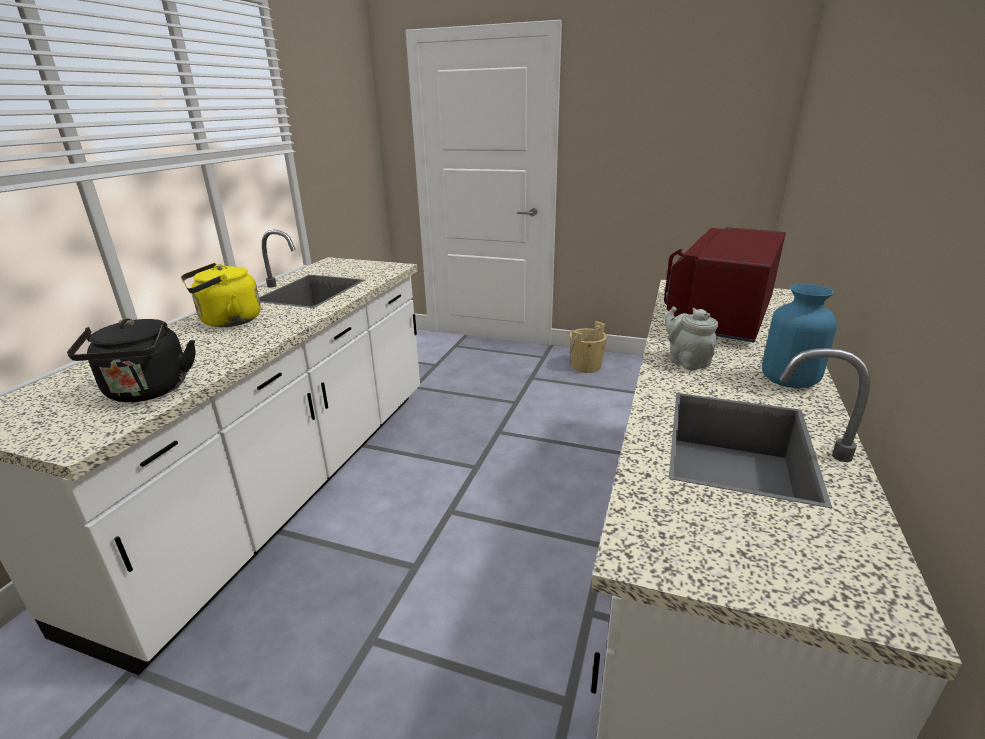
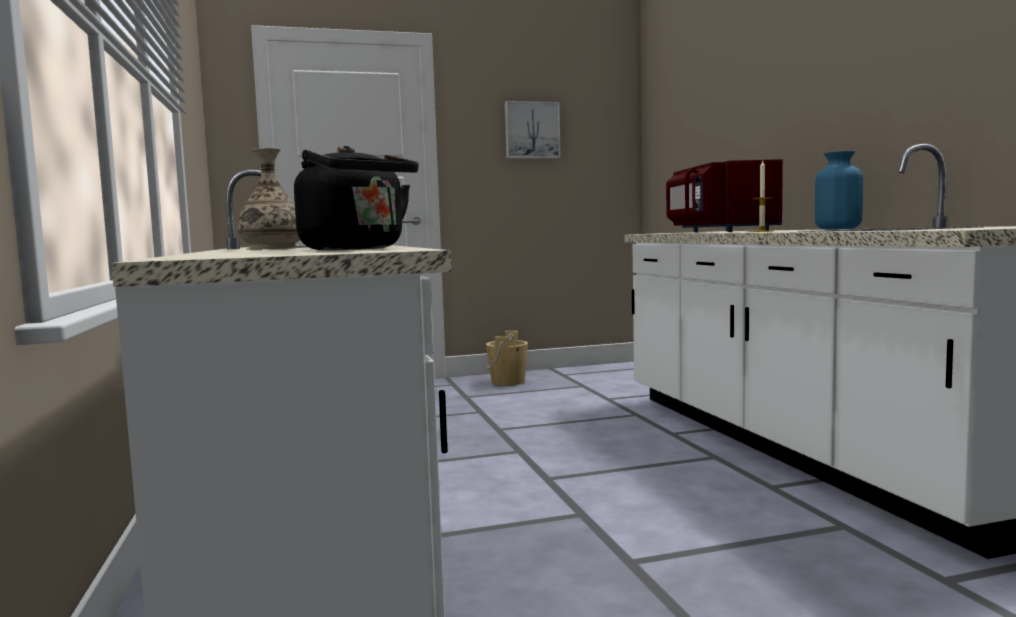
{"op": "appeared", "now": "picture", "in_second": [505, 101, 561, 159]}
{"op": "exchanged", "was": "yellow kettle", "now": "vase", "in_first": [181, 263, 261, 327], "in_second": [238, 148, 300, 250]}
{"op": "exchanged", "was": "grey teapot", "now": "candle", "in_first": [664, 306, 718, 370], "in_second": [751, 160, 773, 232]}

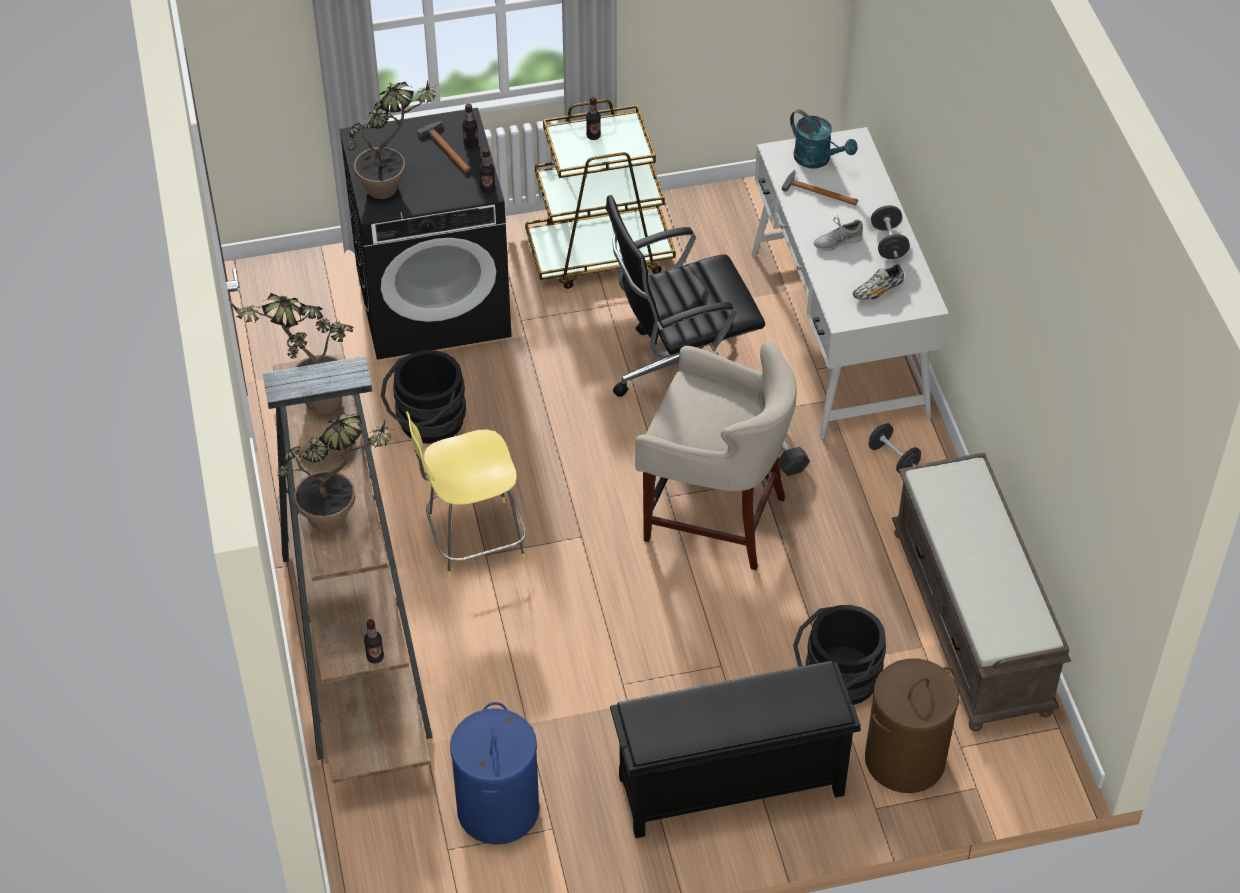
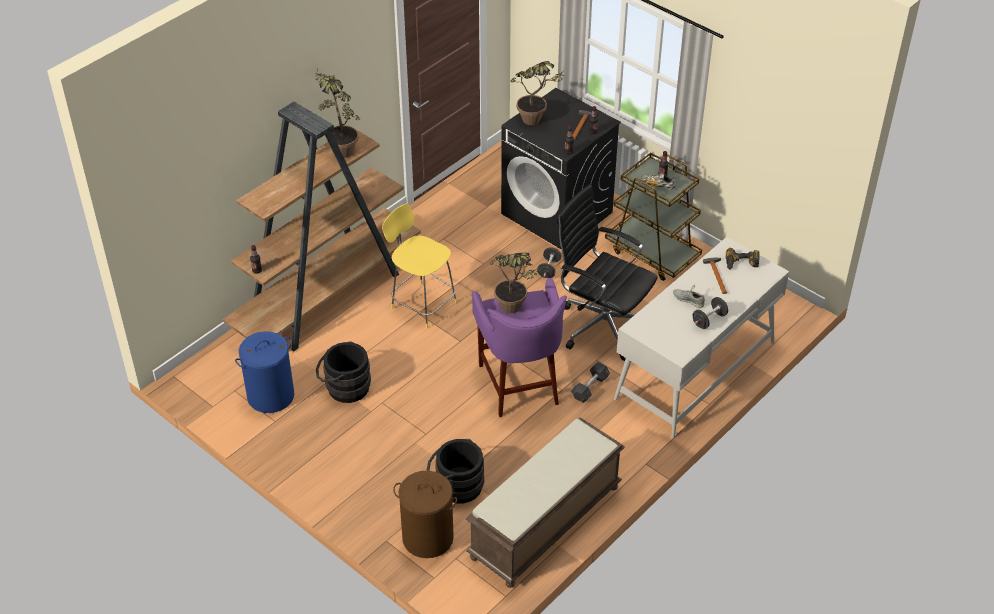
{"op": "missing", "was": "black shoe rack", "in_first": [610, 661, 861, 838]}
{"op": "relocated", "was": "potted plant", "in_first": [278, 411, 391, 532], "in_second": [490, 253, 537, 313]}
{"op": "relocated", "was": "black bucket", "in_first": [381, 350, 466, 444], "in_second": [316, 341, 371, 403]}
{"op": "relocated", "was": "shoe", "in_first": [853, 264, 904, 300], "in_second": [641, 173, 675, 190]}
{"op": "relocated", "was": "black dumbbell", "in_first": [868, 423, 921, 474], "in_second": [537, 248, 561, 278]}
{"op": "exchanged", "was": "turquoise watering can", "now": "power drill", "in_first": [790, 110, 857, 168], "in_second": [726, 248, 760, 270]}
{"op": "colour", "was": "beige stool", "now": "purple stool", "in_first": [635, 341, 797, 571], "in_second": [472, 278, 567, 417]}

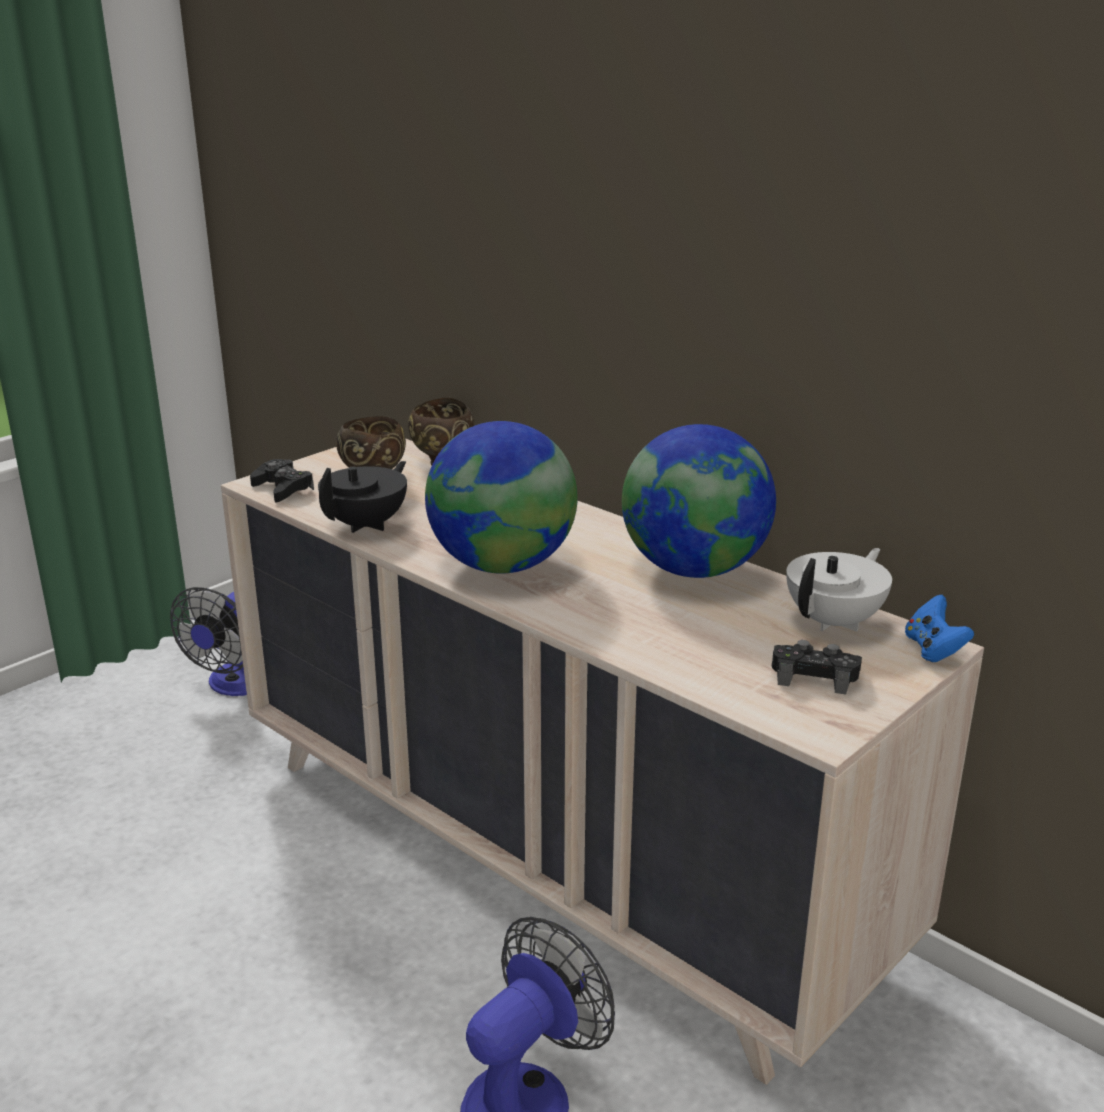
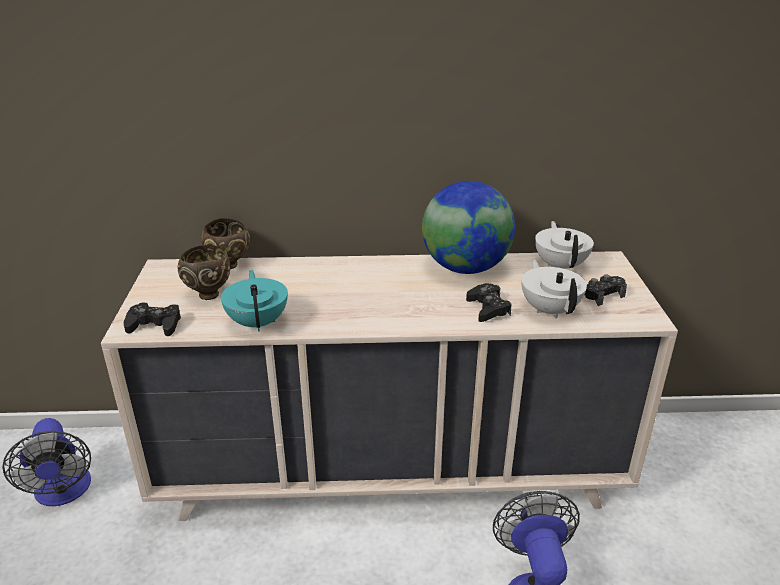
{"op": "missing", "was": "globe", "in_first": [425, 421, 578, 574]}
{"op": "missing", "was": "blue game controller", "in_first": [905, 595, 974, 662]}
{"op": "appeared", "now": "black game controller", "in_second": [466, 283, 511, 322]}
{"op": "appeared", "now": "white teapot", "in_second": [521, 259, 587, 318]}
{"op": "colour", "was": "black teapot", "now": "turquoise teapot", "in_first": [318, 461, 407, 533], "in_second": [221, 270, 288, 332]}

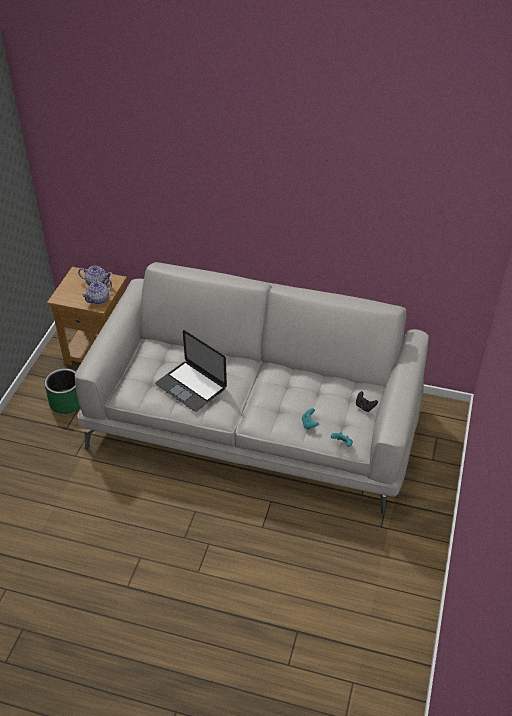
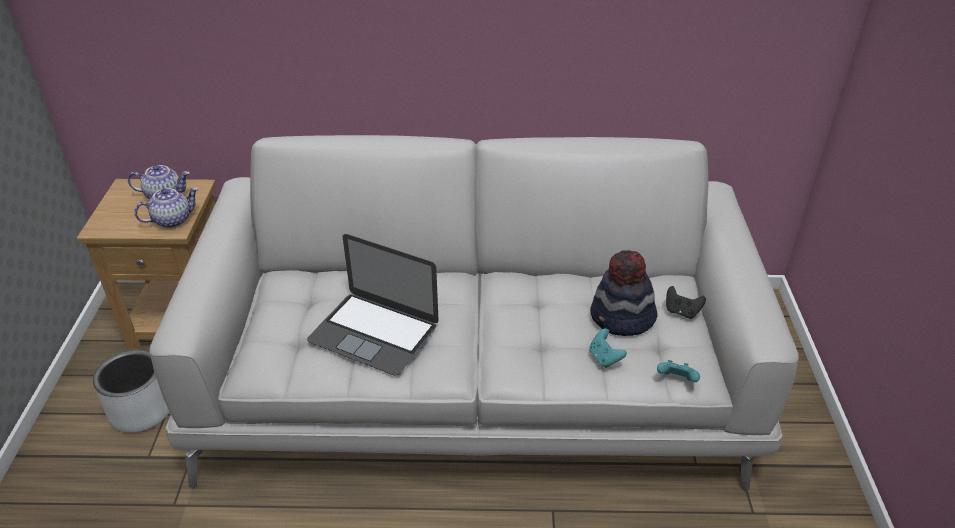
{"op": "appeared", "now": "hat", "in_second": [590, 250, 657, 336]}
{"op": "colour", "was": "green planter", "now": "grey planter", "in_first": [44, 368, 80, 414], "in_second": [93, 350, 169, 432]}
{"op": "spun", "was": "teapot", "in_first": [82, 279, 112, 304], "in_second": [134, 187, 199, 228], "clockwise": -150}

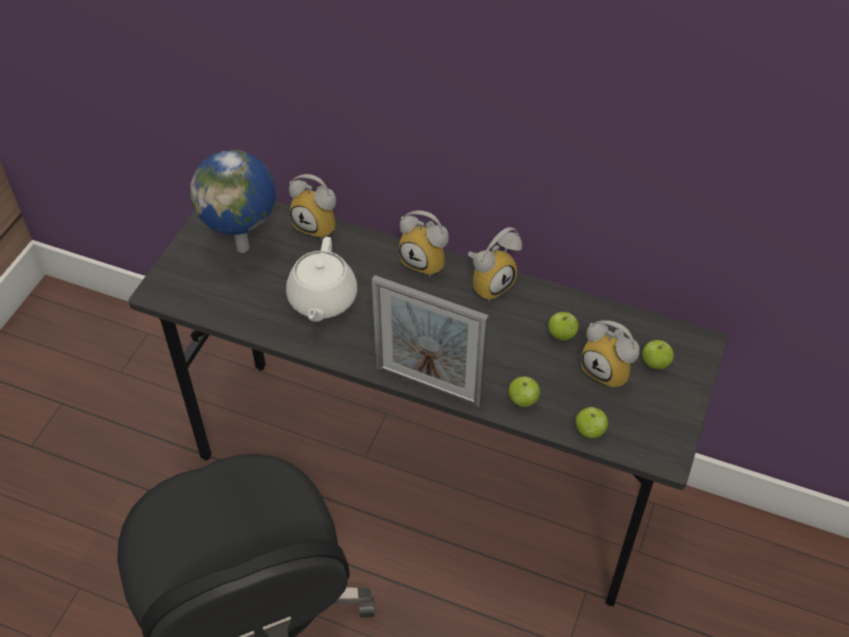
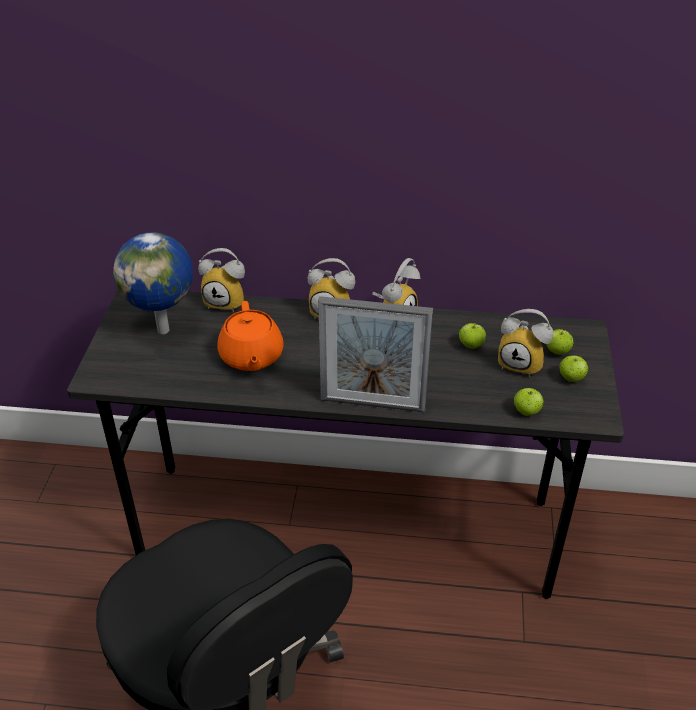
{"op": "relocated", "was": "apple", "in_first": [508, 376, 540, 407], "in_second": [559, 355, 588, 382]}
{"op": "colour", "was": "white teapot", "now": "orange teapot", "in_first": [286, 237, 357, 322], "in_second": [217, 301, 283, 371]}

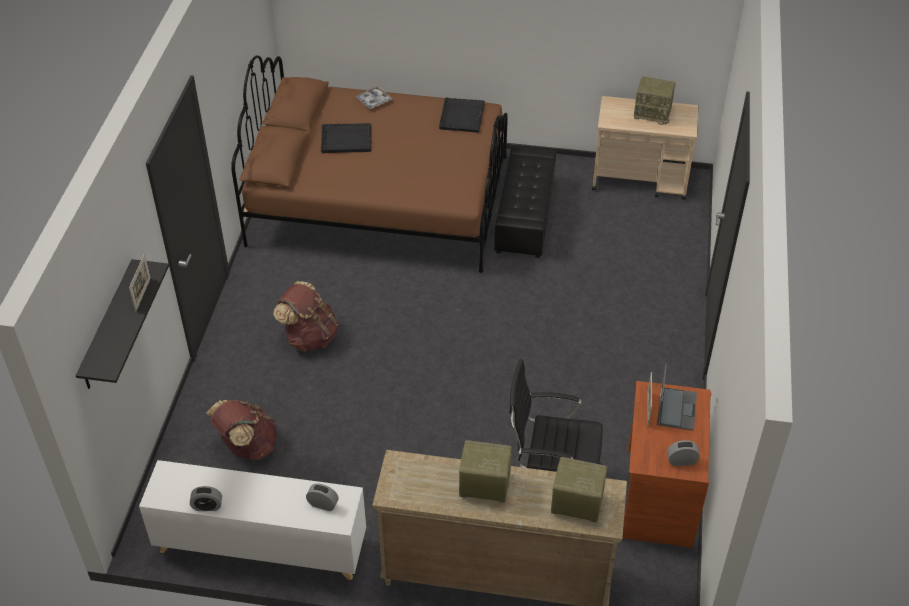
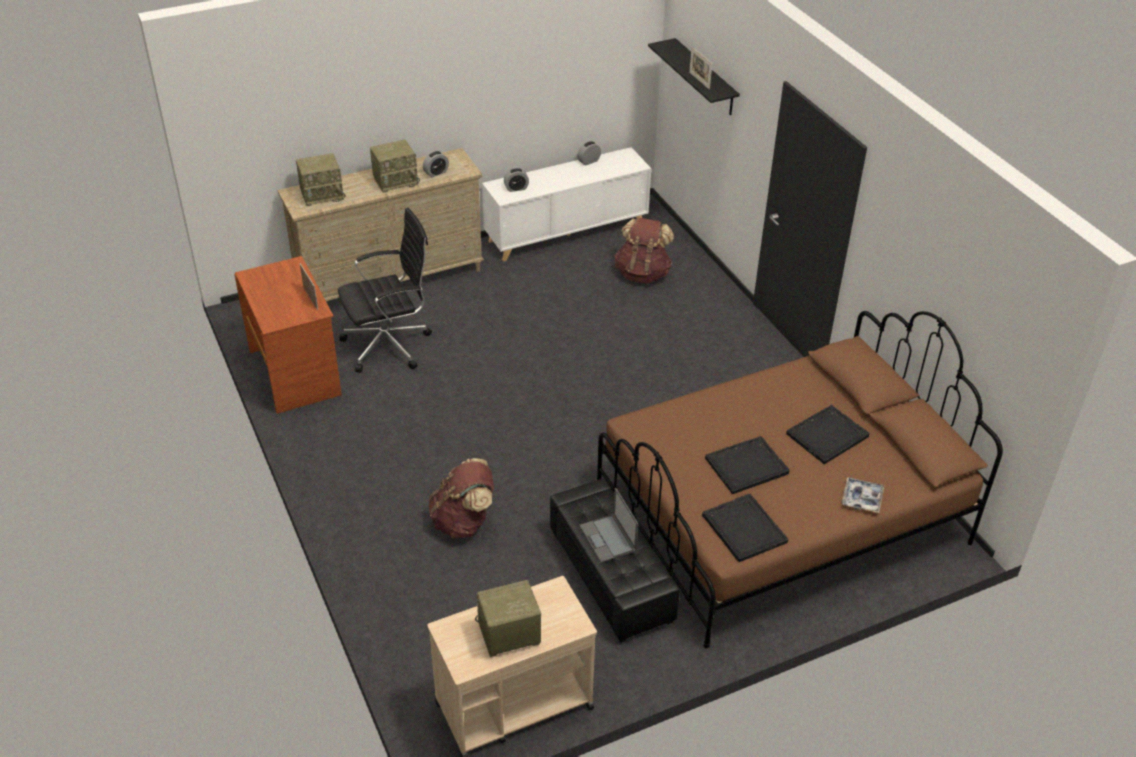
{"op": "appeared", "now": "black tray", "in_second": [705, 436, 790, 494]}
{"op": "relocated", "was": "brown backpack", "in_first": [273, 281, 338, 352], "in_second": [429, 458, 494, 538]}
{"op": "relocated", "was": "laptop", "in_first": [657, 364, 697, 431], "in_second": [579, 488, 639, 563]}
{"op": "relocated", "was": "alarm clock", "in_first": [667, 440, 700, 466], "in_second": [423, 151, 449, 178]}

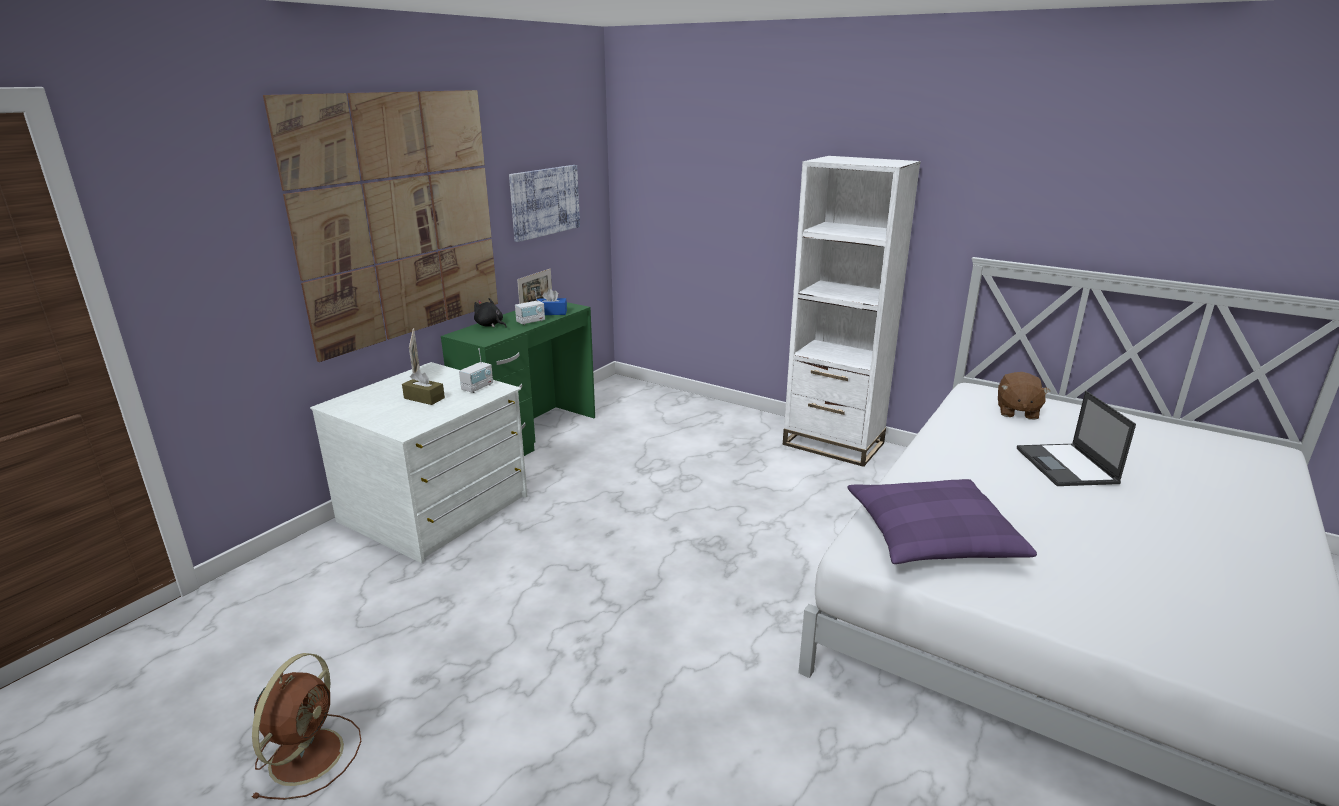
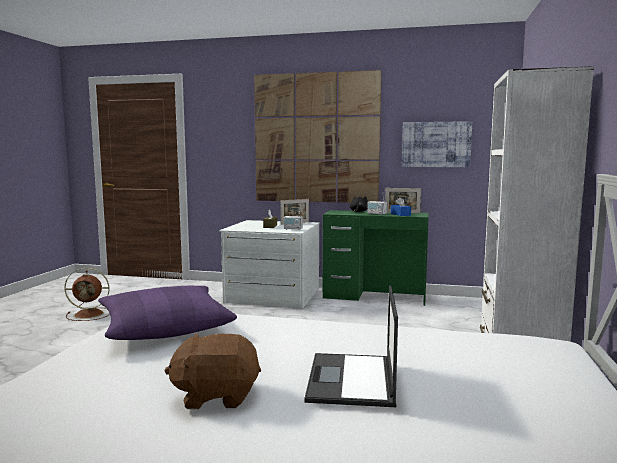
{"op": "relocated", "was": "brown plush toy", "in_first": [998, 372, 1050, 420], "in_second": [164, 334, 261, 409]}
{"op": "spun", "was": "laptop", "in_first": [1017, 390, 1136, 486], "in_second": [304, 285, 398, 407], "clockwise": -60}

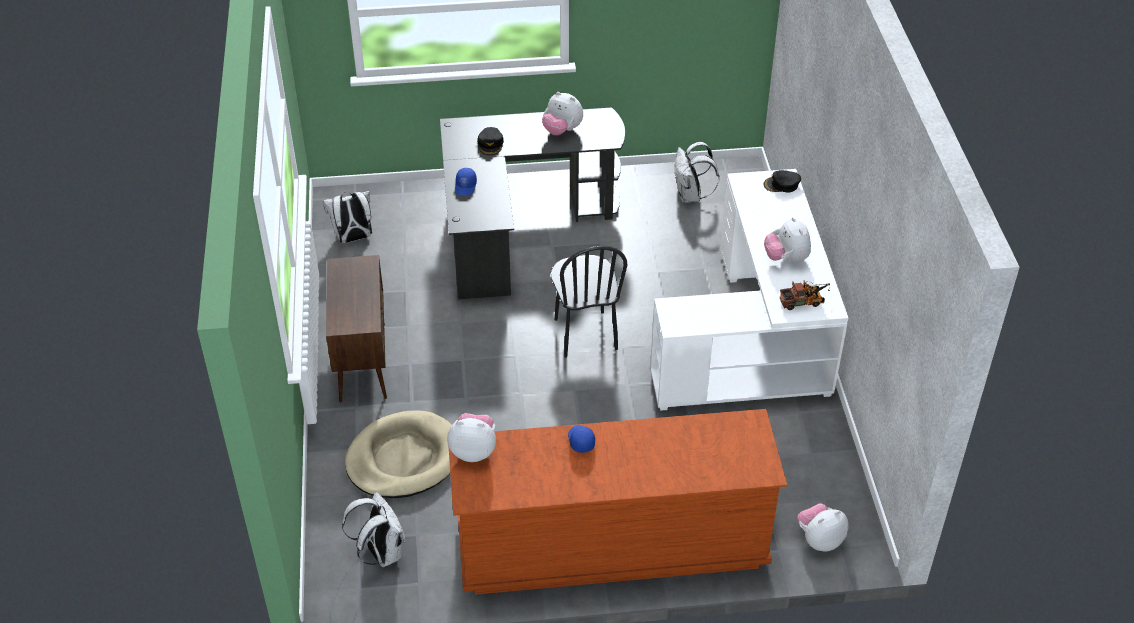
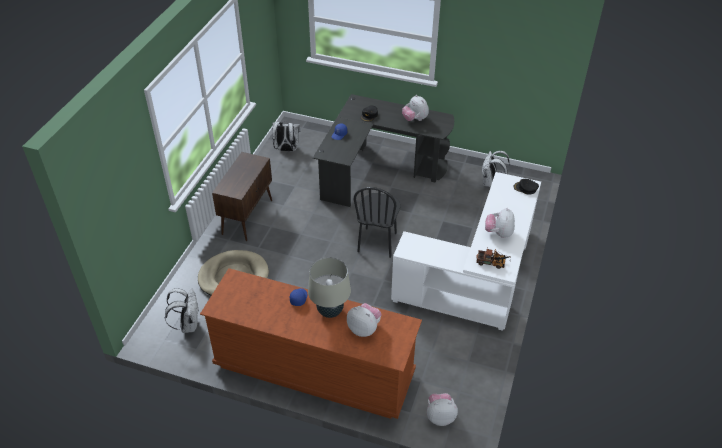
{"op": "appeared", "now": "beige table lamp", "in_second": [308, 257, 351, 318]}
{"op": "relocated", "was": "plush toy", "in_first": [447, 413, 496, 462], "in_second": [347, 303, 382, 337]}

